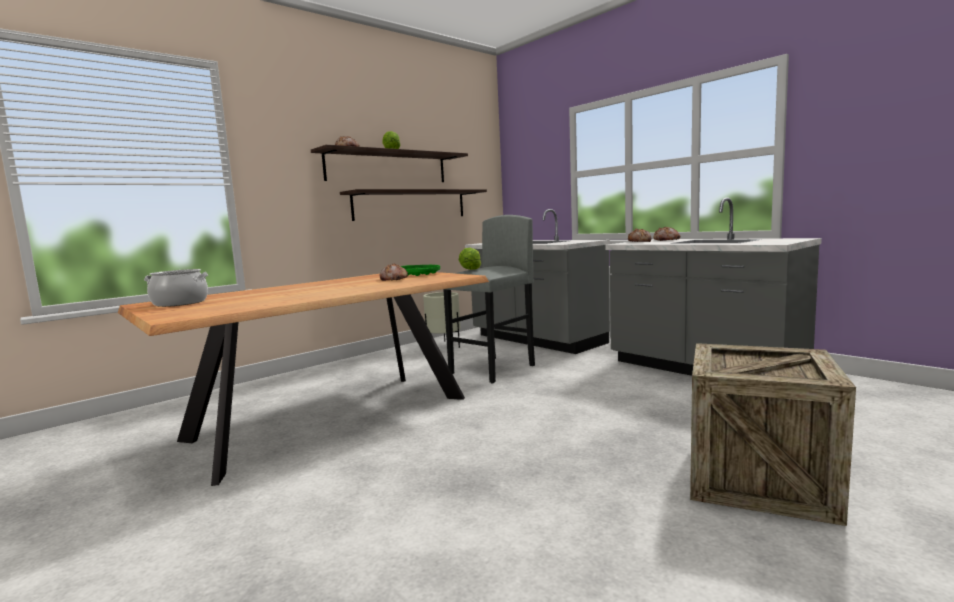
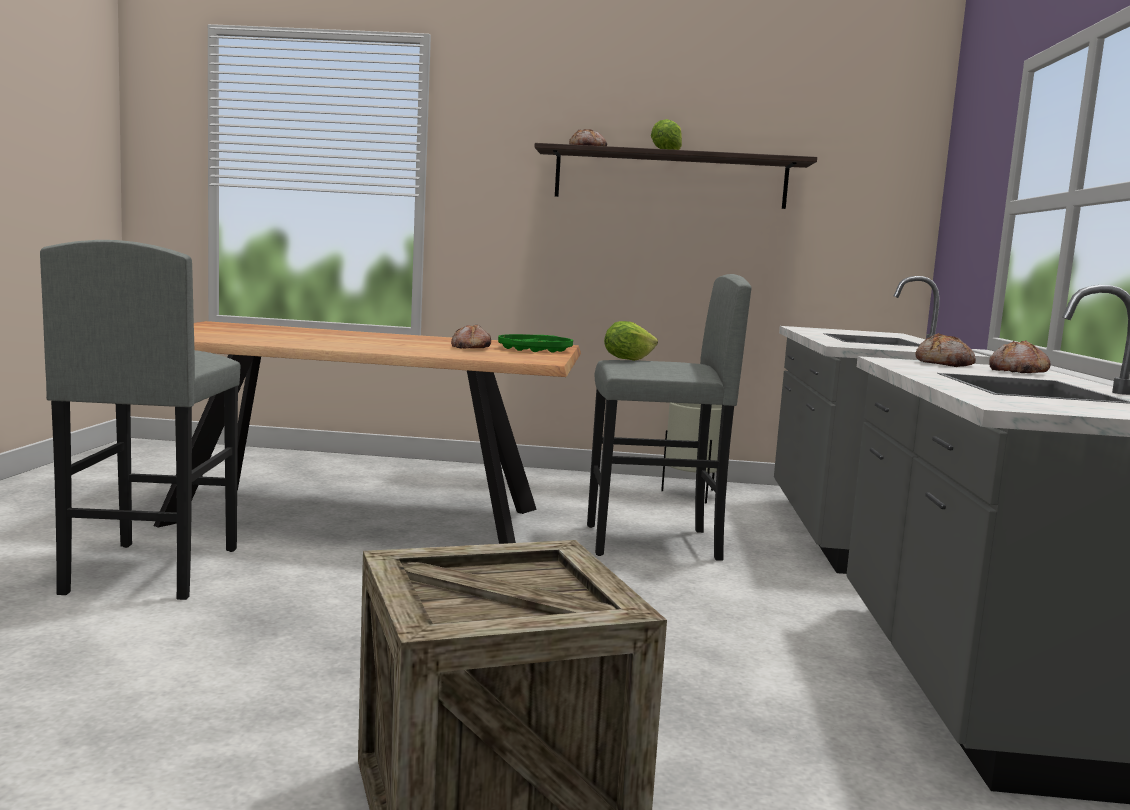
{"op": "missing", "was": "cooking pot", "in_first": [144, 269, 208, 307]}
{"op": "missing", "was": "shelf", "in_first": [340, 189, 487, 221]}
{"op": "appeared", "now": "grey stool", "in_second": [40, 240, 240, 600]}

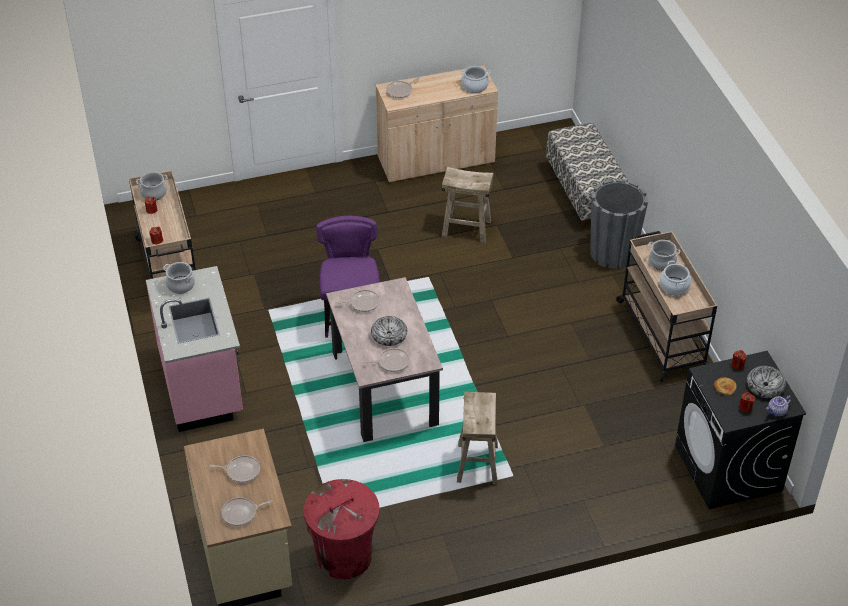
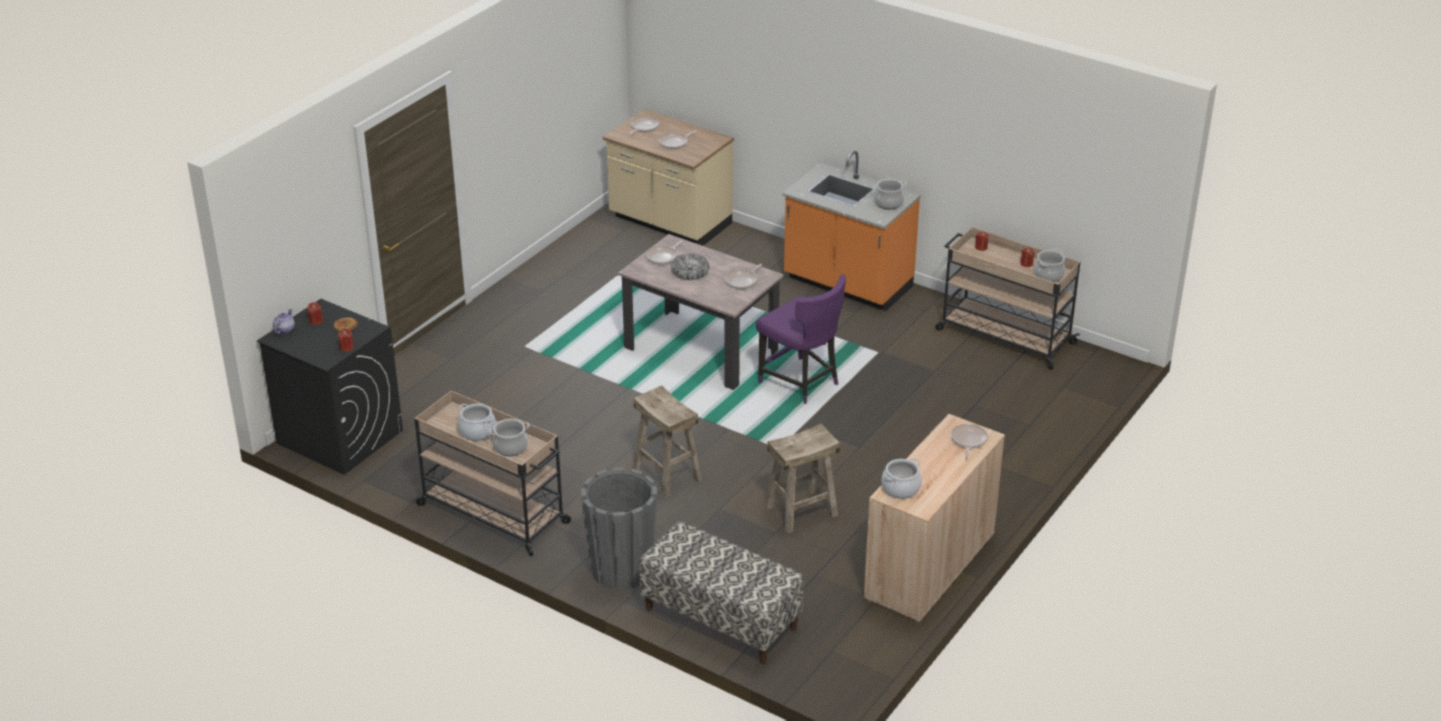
{"op": "missing", "was": "red trash can", "in_first": [304, 479, 380, 579]}
{"op": "missing", "was": "bowl", "in_first": [747, 366, 786, 398]}
{"op": "relocated", "was": "beige stool", "in_first": [457, 392, 498, 484], "in_second": [632, 386, 702, 497]}
{"op": "colour", "was": "pink counter", "now": "orange counter", "in_first": [146, 266, 243, 432], "in_second": [782, 151, 921, 311]}

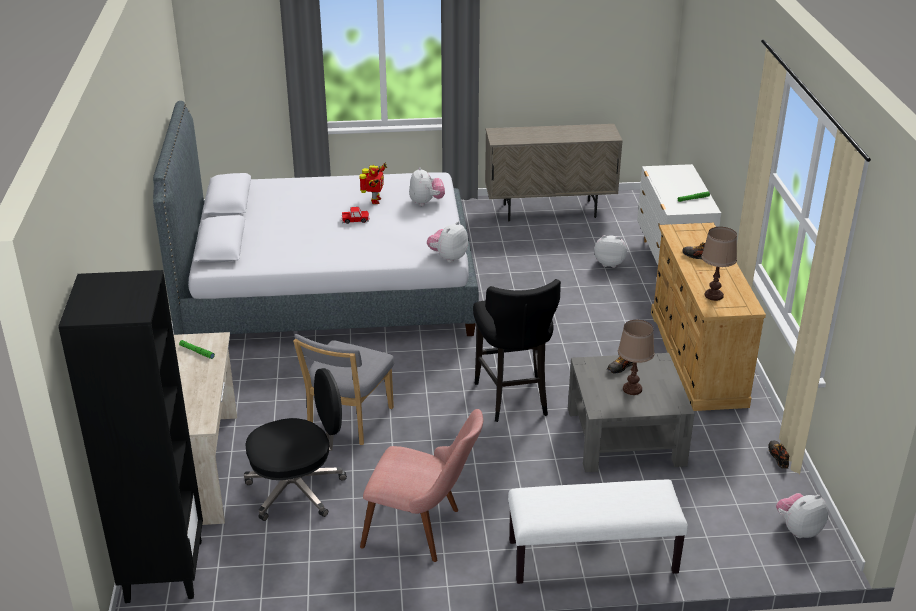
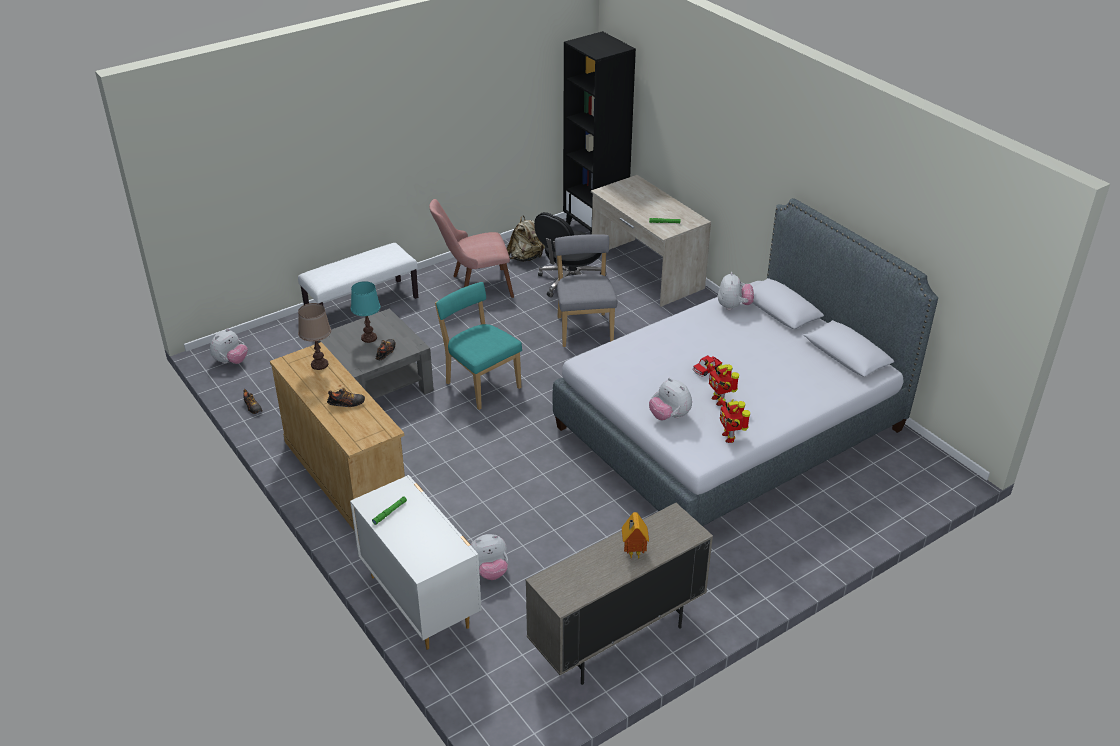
{"op": "appeared", "now": "beige backpack", "in_second": [507, 216, 545, 262]}
{"op": "appeared", "now": "toy house", "in_second": [622, 512, 649, 559]}
{"op": "appeared", "now": "toy robot", "in_second": [717, 394, 750, 443]}
{"op": "relocated", "was": "plush toy", "in_first": [427, 221, 468, 263], "in_second": [718, 272, 754, 310]}
{"op": "exchanged", "was": "black stool", "now": "turquoise chair", "in_first": [473, 279, 561, 422], "in_second": [435, 282, 522, 410]}
{"op": "colour", "was": "brown table lamp", "now": "turquoise table lamp", "in_first": [618, 320, 655, 395], "in_second": [351, 281, 381, 343]}

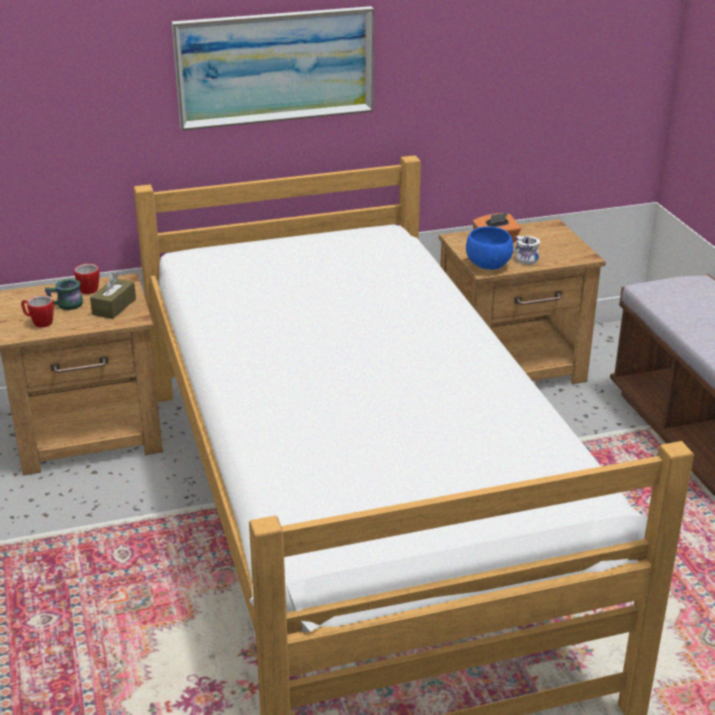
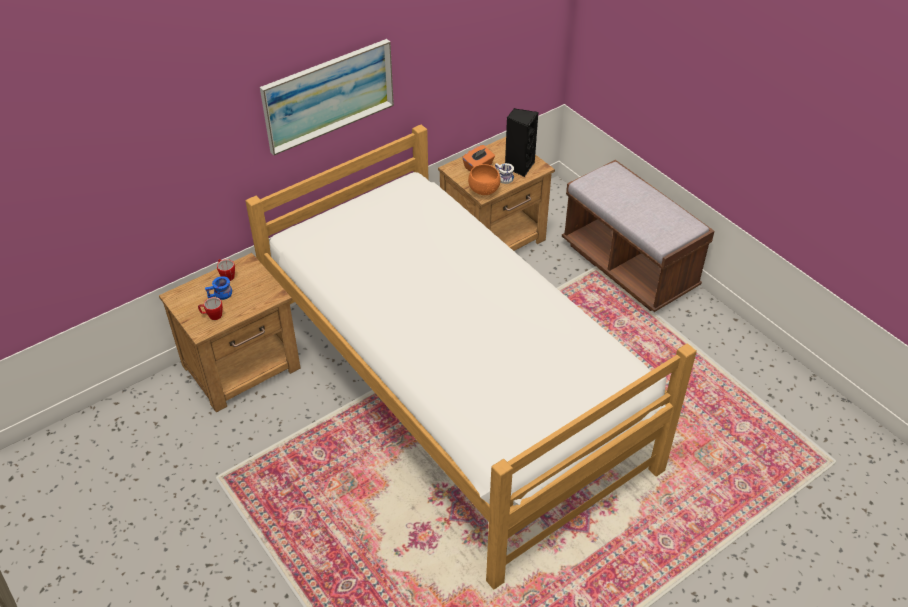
{"op": "missing", "was": "brown tissue box", "in_first": [90, 272, 136, 319]}
{"op": "appeared", "now": "black speaker", "in_second": [505, 108, 538, 177]}
{"op": "colour", "was": "green mug", "now": "blue mug", "in_first": [45, 279, 83, 310], "in_second": [205, 276, 232, 300]}
{"op": "colour", "was": "blue bowl", "now": "orange bowl", "in_first": [466, 226, 513, 270], "in_second": [468, 164, 501, 195]}

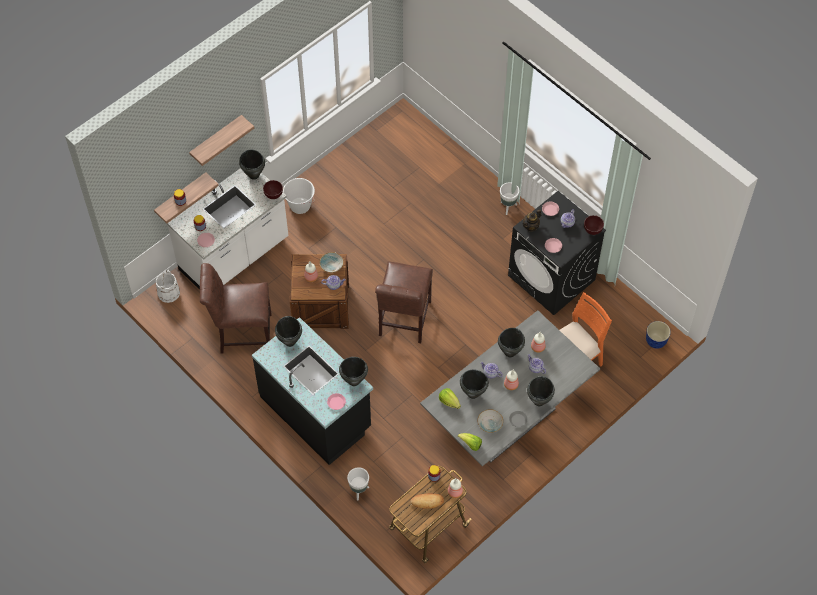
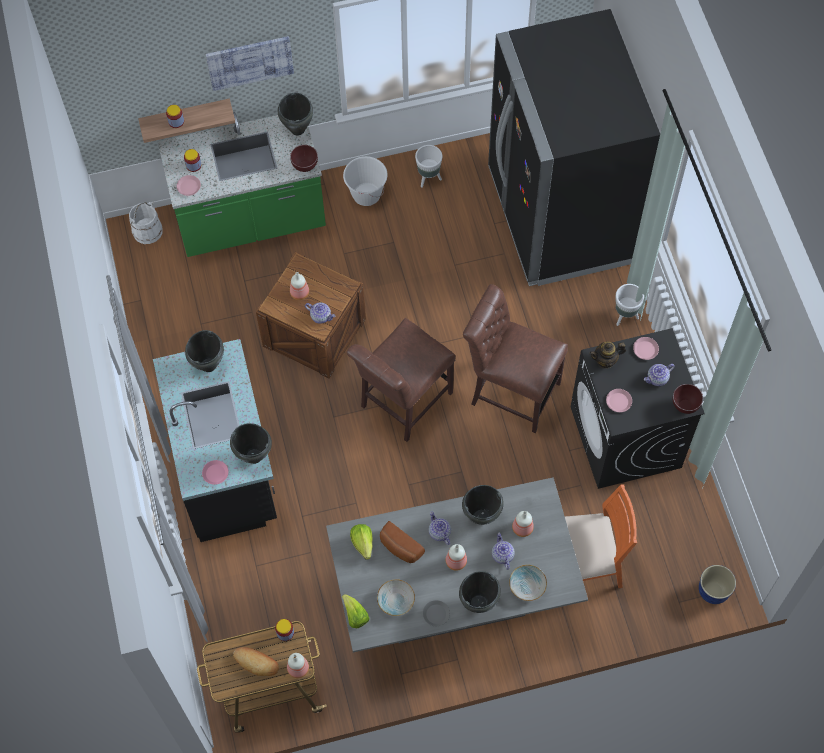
{"op": "appeared", "now": "black fridge", "in_second": [488, 9, 660, 286]}
{"op": "relocated", "was": "brown chair", "in_first": [200, 263, 272, 354], "in_second": [463, 284, 568, 433]}
{"op": "relocated", "was": "bowl", "in_first": [320, 252, 344, 273], "in_second": [509, 565, 547, 601]}
{"op": "relocated", "was": "white planter", "in_first": [347, 467, 369, 501], "in_second": [415, 145, 442, 188]}
{"op": "exchanged", "was": "shelf", "now": "picture", "in_first": [189, 115, 254, 166], "in_second": [206, 36, 294, 91]}
{"op": "exchanged", "was": "black cooking pot", "now": "bread", "in_first": [460, 370, 489, 399], "in_second": [380, 521, 425, 563]}
{"op": "colour", "was": "white counter", "now": "green counter", "in_first": [167, 168, 289, 290], "in_second": [158, 112, 326, 257]}

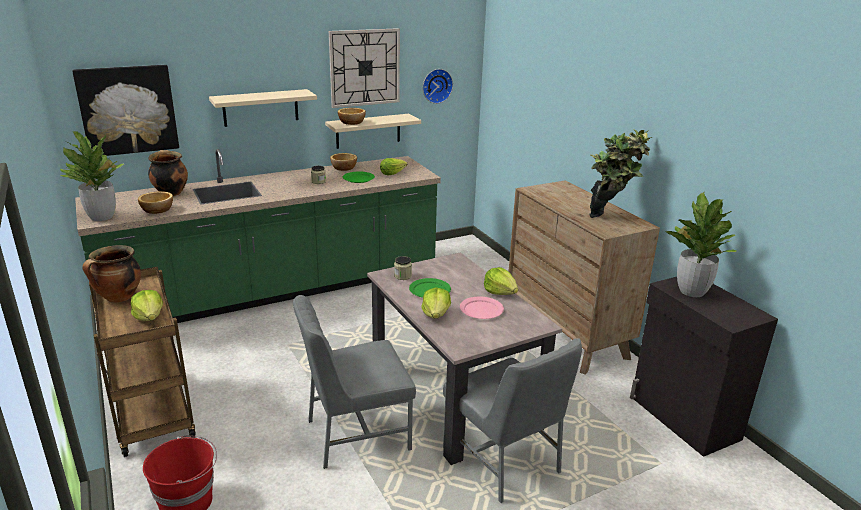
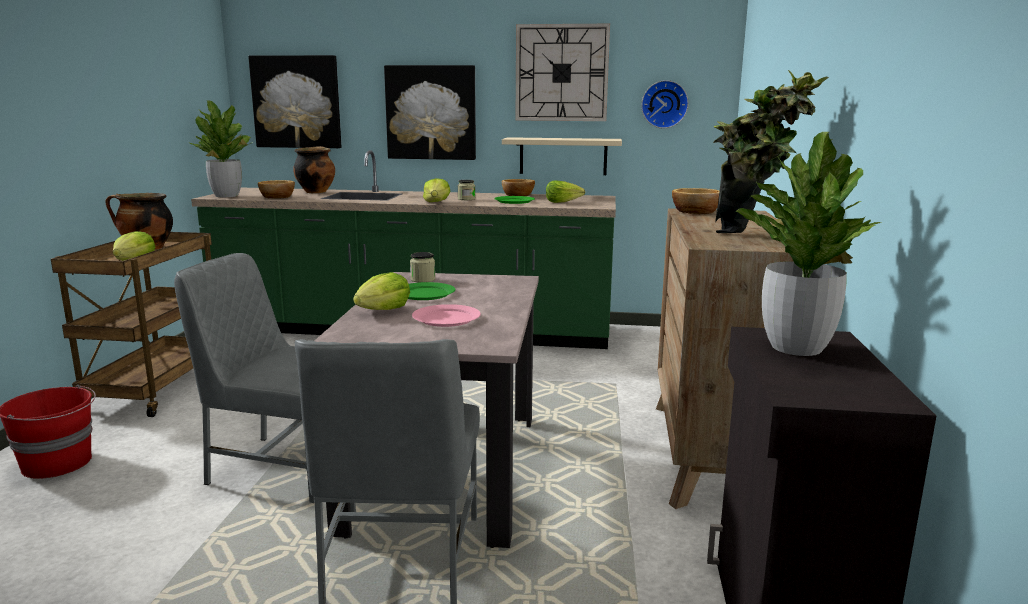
{"op": "relocated", "was": "bowl", "in_first": [338, 108, 366, 125], "in_second": [672, 188, 720, 214]}
{"op": "relocated", "was": "lettuce", "in_first": [484, 267, 518, 295], "in_second": [423, 178, 450, 202]}
{"op": "exchanged", "was": "beige shelf", "now": "picture", "in_first": [209, 89, 317, 127], "in_second": [384, 65, 476, 160]}

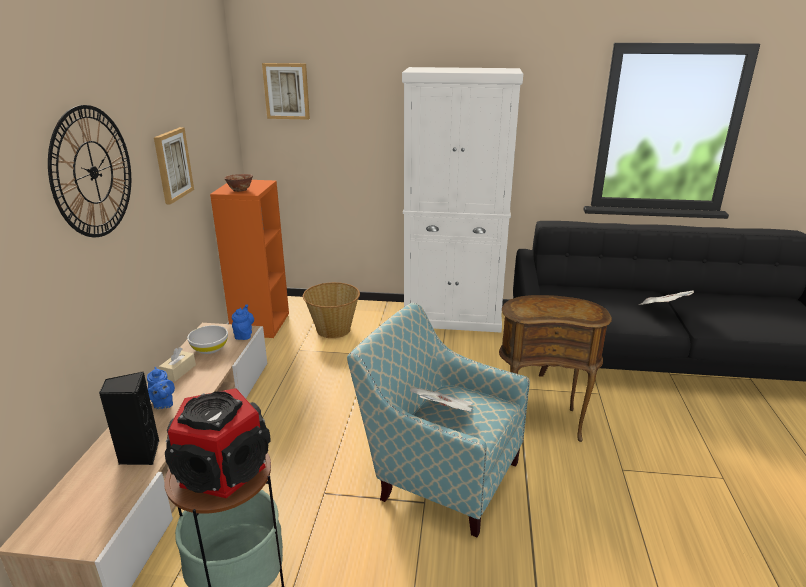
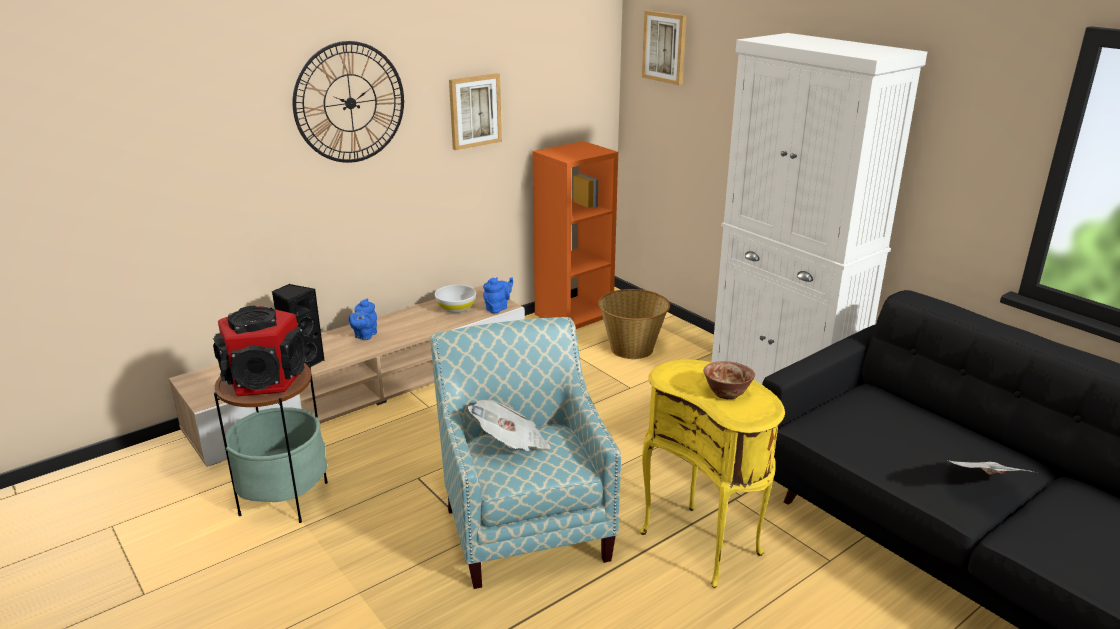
{"op": "missing", "was": "beige tissue box", "in_first": [159, 347, 196, 381]}
{"op": "relocated", "was": "bowl", "in_first": [224, 174, 253, 192], "in_second": [703, 361, 755, 399]}
{"op": "colour", "was": "brown side table", "now": "yellow side table", "in_first": [499, 295, 612, 442], "in_second": [639, 359, 785, 588]}

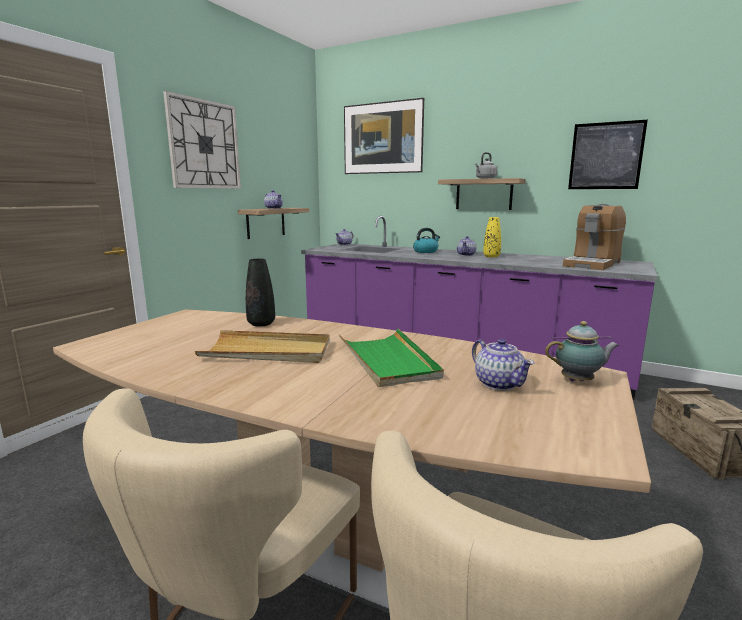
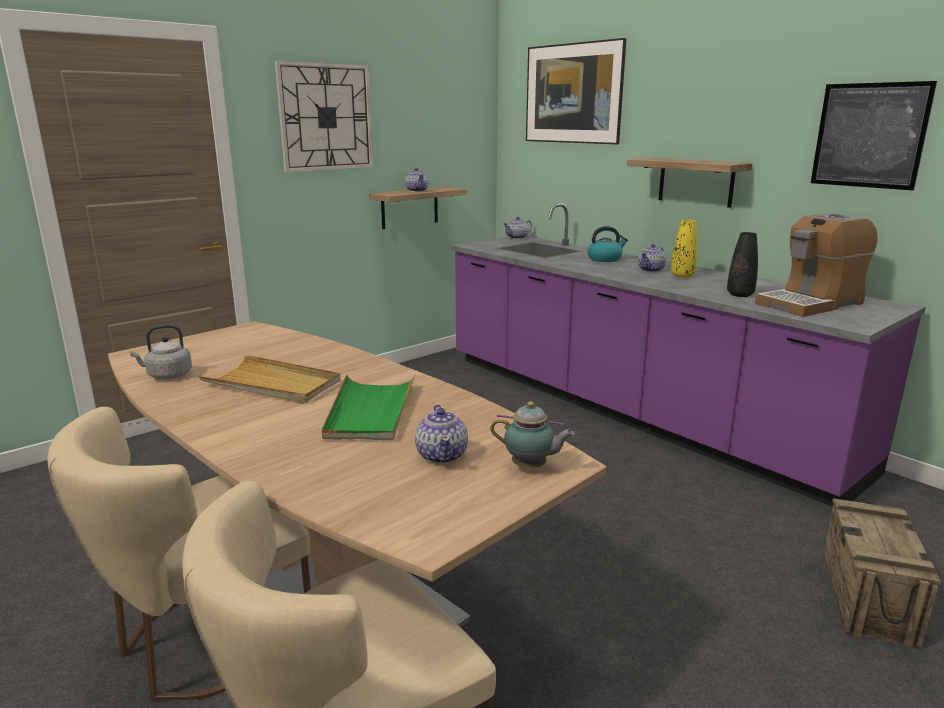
{"op": "relocated", "was": "black vase", "in_first": [246, 259, 275, 327], "in_second": [727, 232, 758, 297]}
{"op": "relocated", "was": "grey kettle", "in_first": [475, 152, 497, 179], "in_second": [130, 324, 192, 379]}

